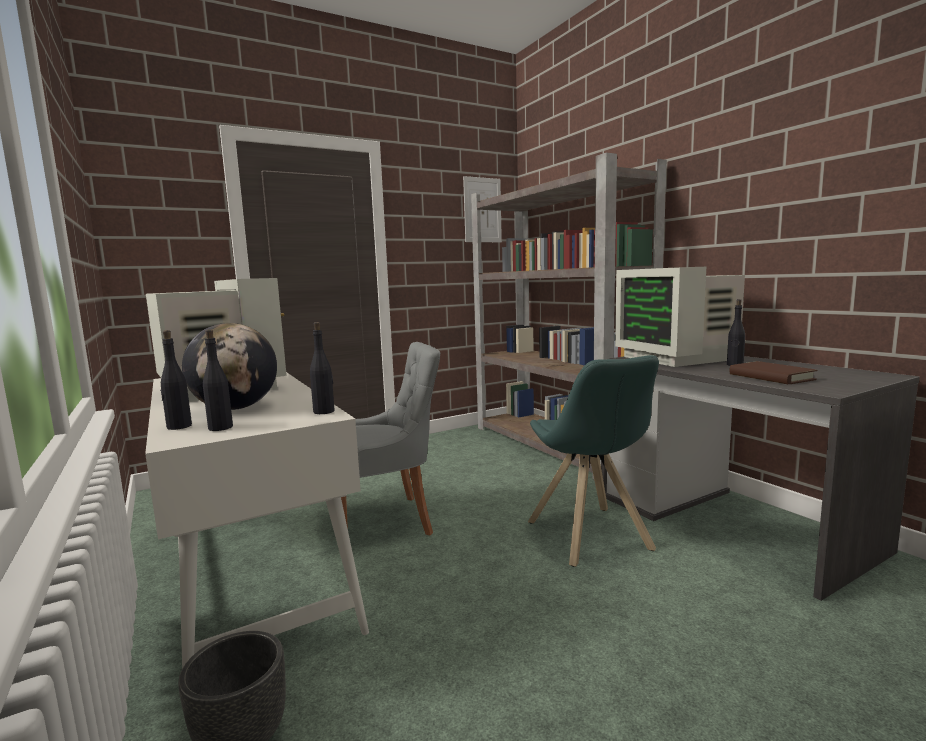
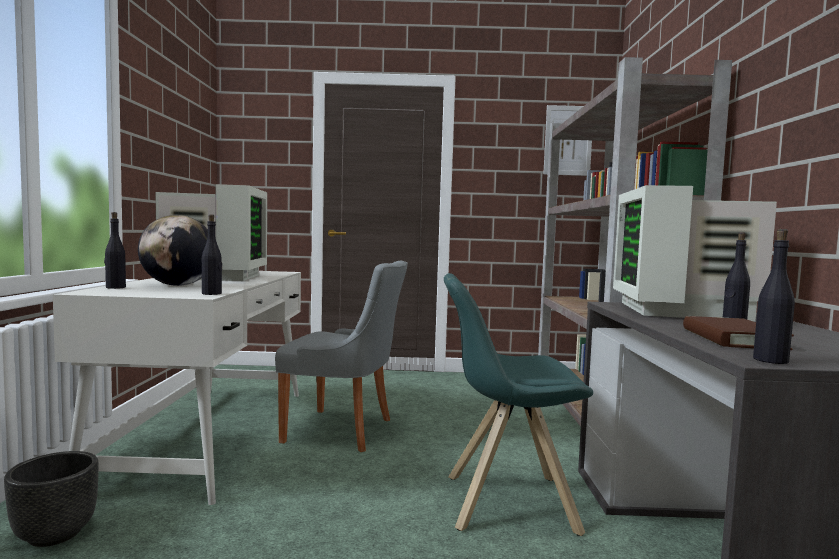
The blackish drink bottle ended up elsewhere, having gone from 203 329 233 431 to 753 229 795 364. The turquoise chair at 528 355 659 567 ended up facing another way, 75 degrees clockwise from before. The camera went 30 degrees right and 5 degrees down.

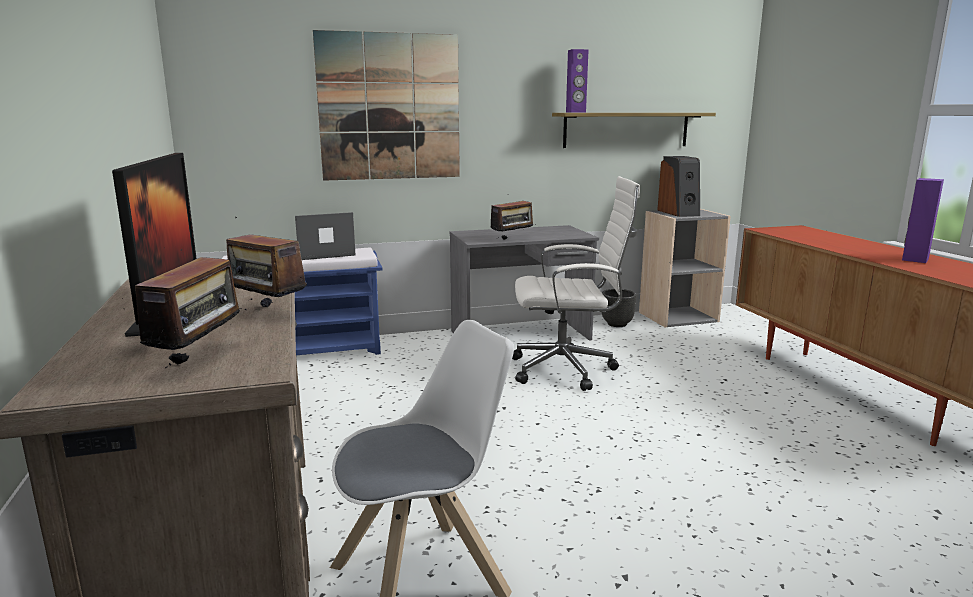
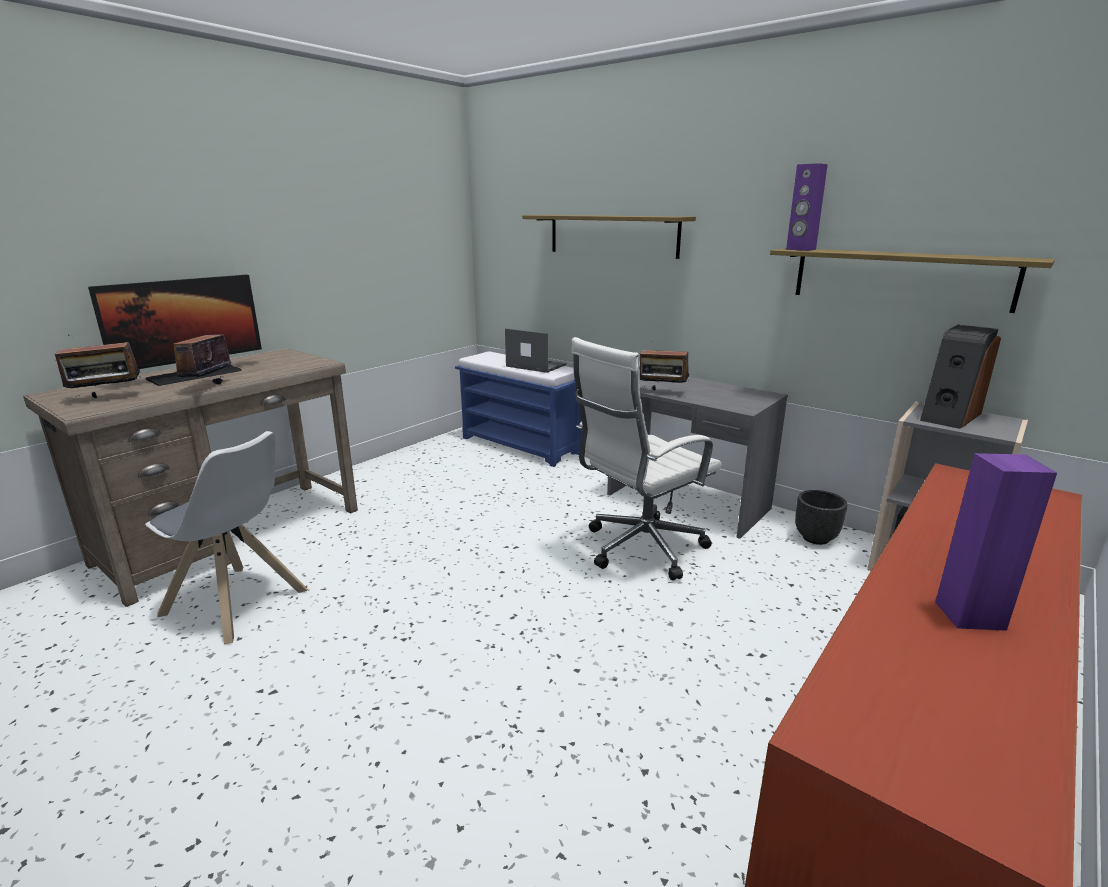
Where the picture hung at 313 30 460 181, the wall shelf came to hang at 522 215 696 259. The white-coloured computer chair at 512 176 640 391 ended up facing another way, 90 degrees clockwise from before. The camera went 55 degrees right and 5 degrees up.

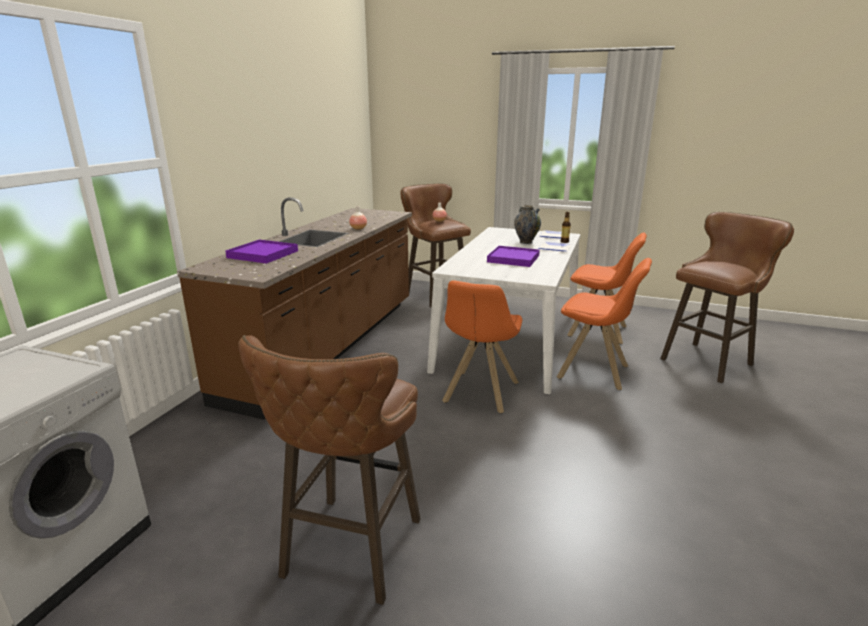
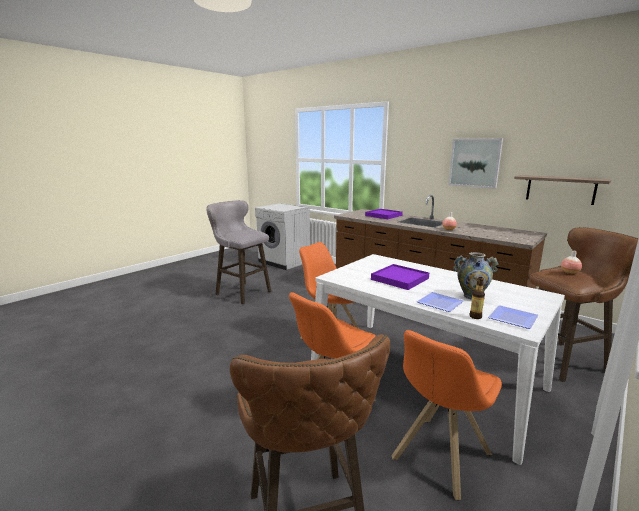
What was the brownish stool at 238 335 421 605 turned into the gray stool at 206 200 271 304. The second view gained the picture at 449 138 503 189. The second view gained the wall shelf at 514 175 611 205. The camera went 110 degrees right and 5 degrees down.

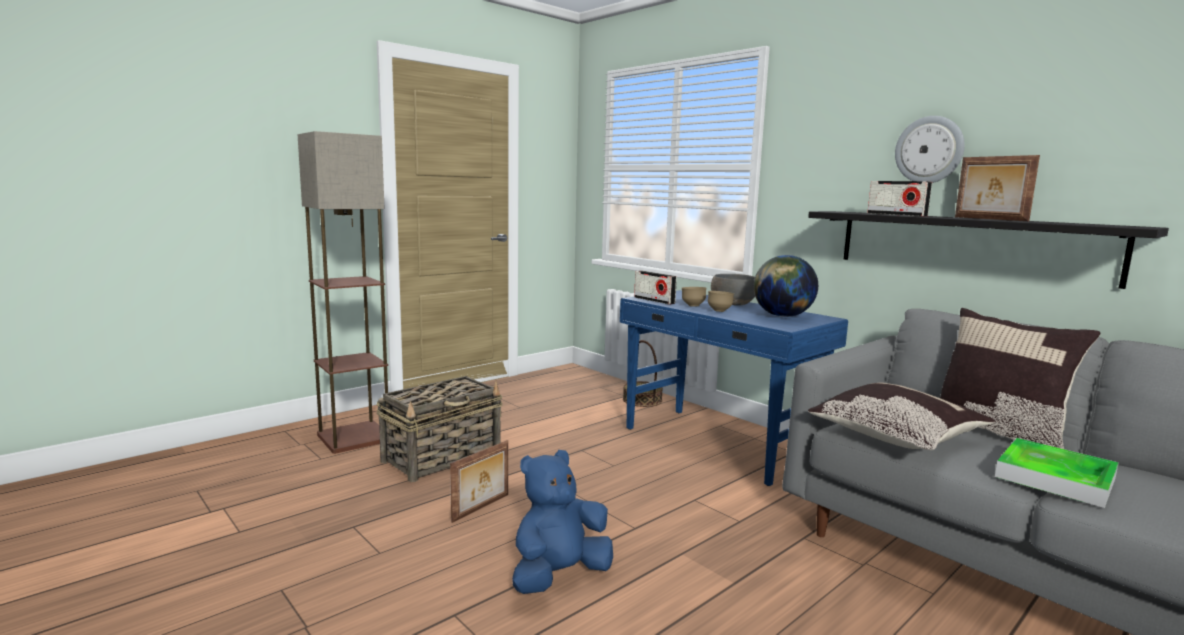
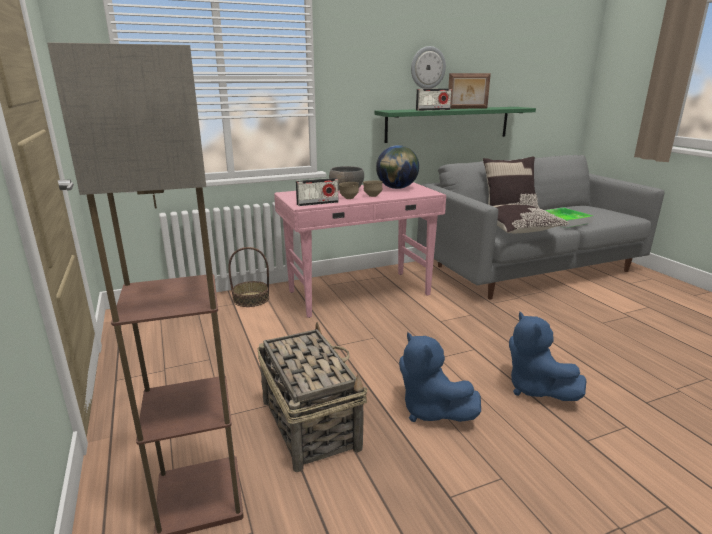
Where the photo frame stood at 450 440 508 523, the blue-coloured cuddly toy came to stand at 399 332 481 422. What was the blue-coloured narrow table at 620 290 848 486 turned into the pink-coloured narrow table at 274 182 446 318. What was the blackish wall shelf at 808 211 1169 289 turned into the green-coloured wall shelf at 374 107 536 143. The camera went 70 degrees left and 10 degrees up.

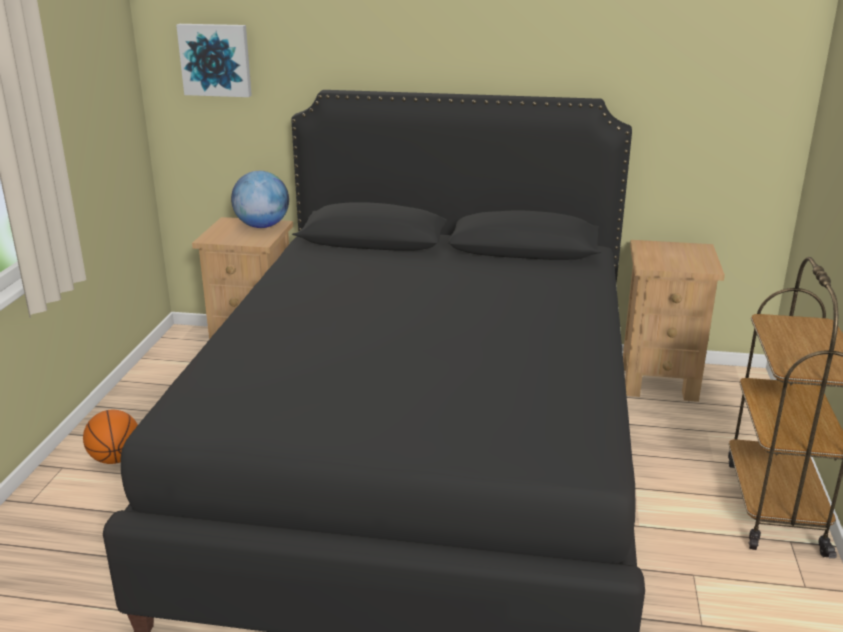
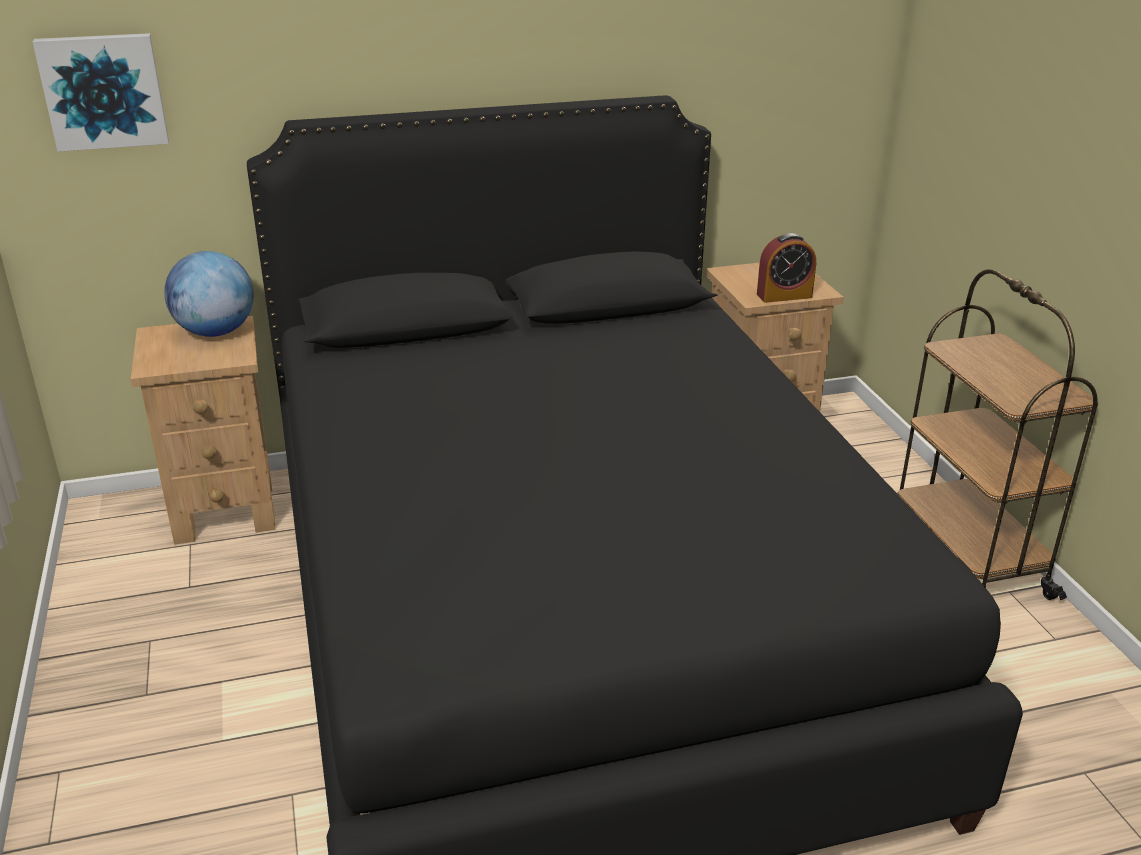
The second view lost the ball for basketball at 83 410 138 464. The second view gained the table clock at 757 233 816 303. The camera went 25 degrees left and 5 degrees up.

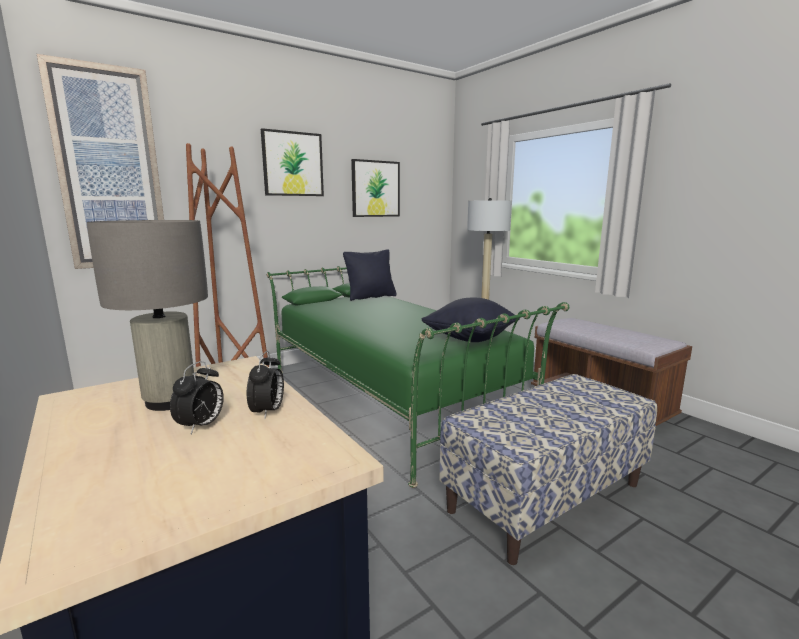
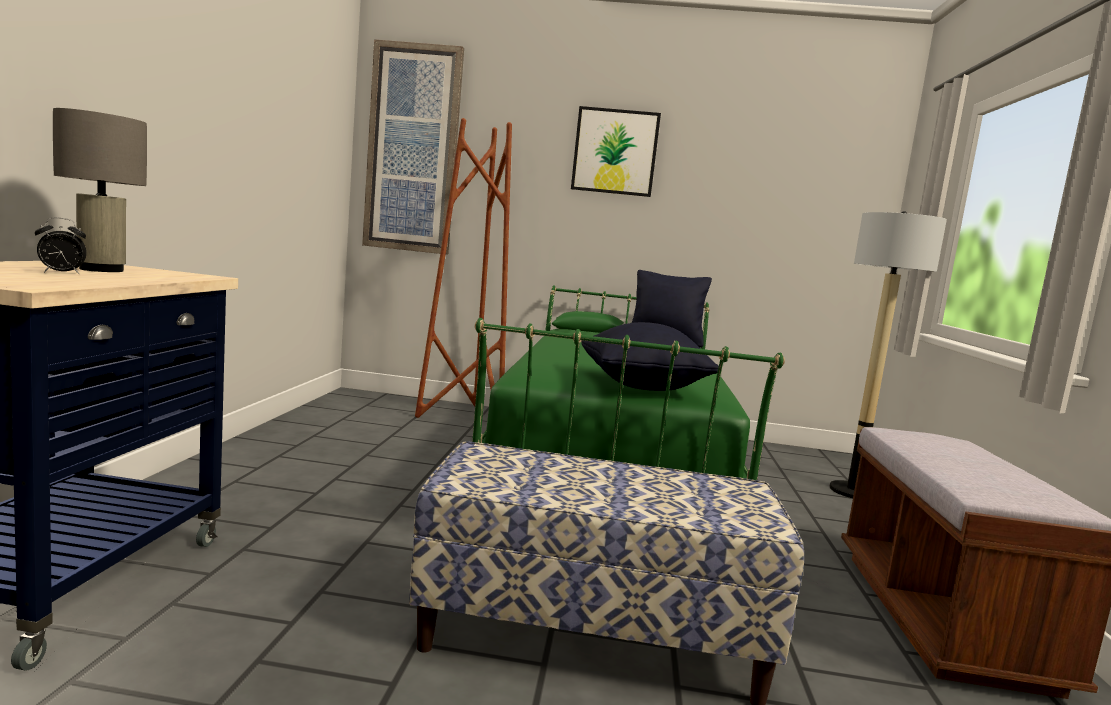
The second view lost the table clock at 247 351 284 418. The second view lost the picture at 351 159 400 217. The camera went 40 degrees right and 5 degrees down.

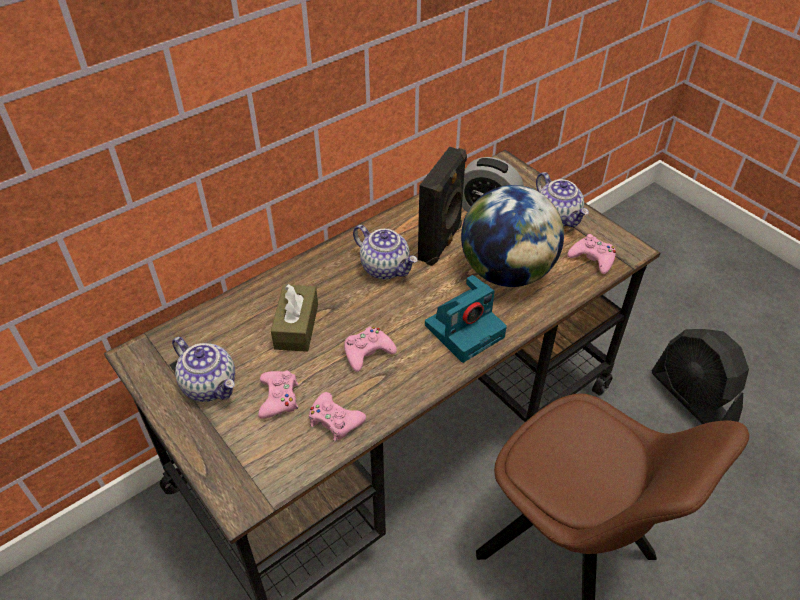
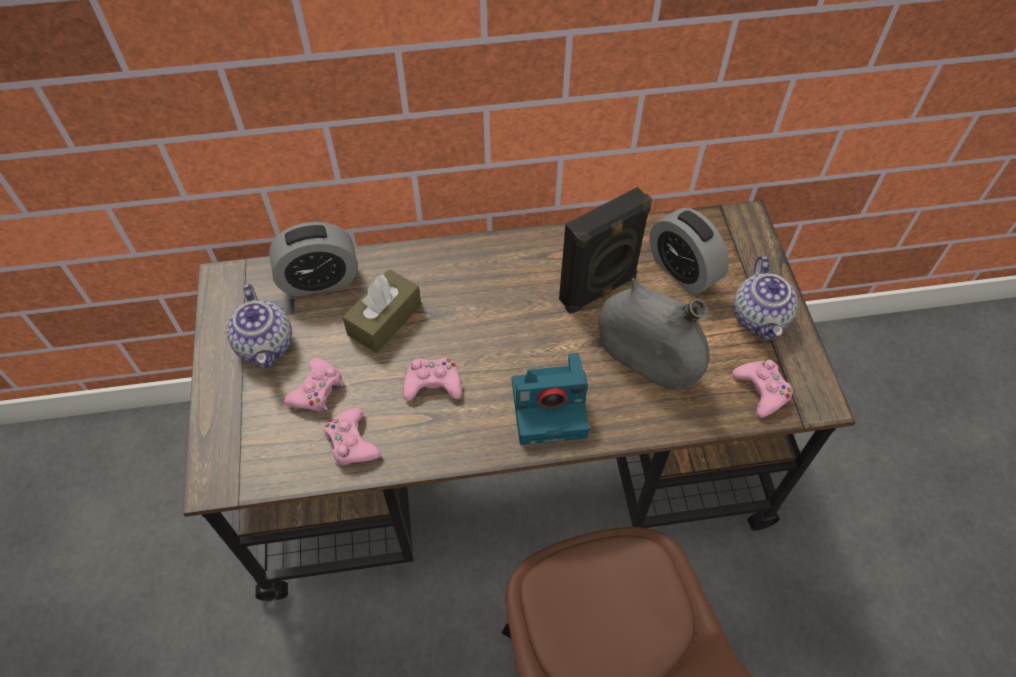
The second view lost the pot for tea at 353 225 418 279. Where the world globe stood at 461 185 564 287, the gray decorative vase came to stand at 598 278 709 390. The second view lost the blackish electric fan at 652 329 749 424. The second view gained the table clock at 269 222 358 297. The camera went 30 degrees right and 10 degrees up.

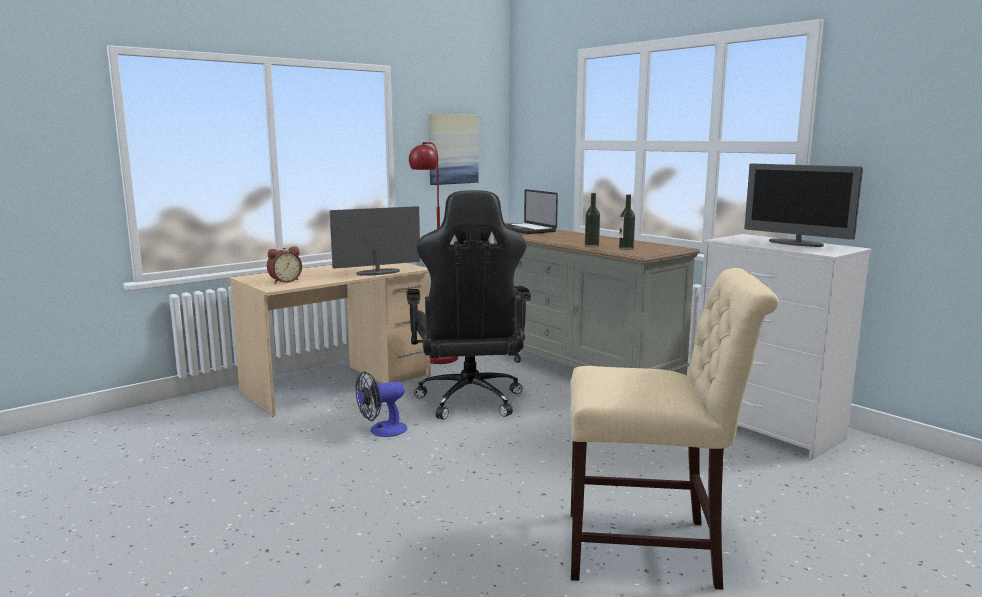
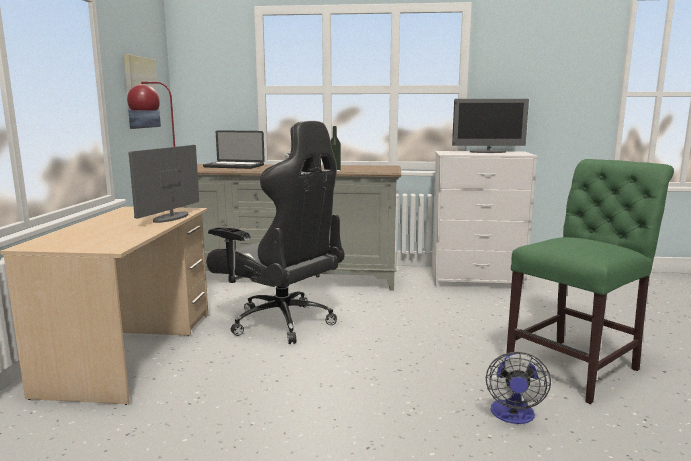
The second view lost the table clock at 267 246 302 283. The electric fan ended up elsewhere, having gone from 356 371 407 437 to 486 352 551 424. What was the sand-coloured chair at 570 268 779 590 turned into the green-coloured chair at 507 159 674 404. The second view lost the drink bottle at 619 194 635 250. The camera went 45 degrees left and 0 degrees up.

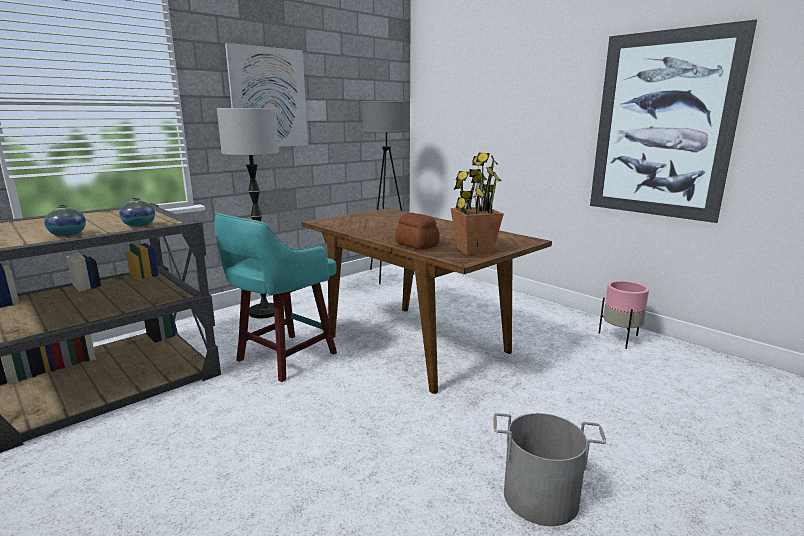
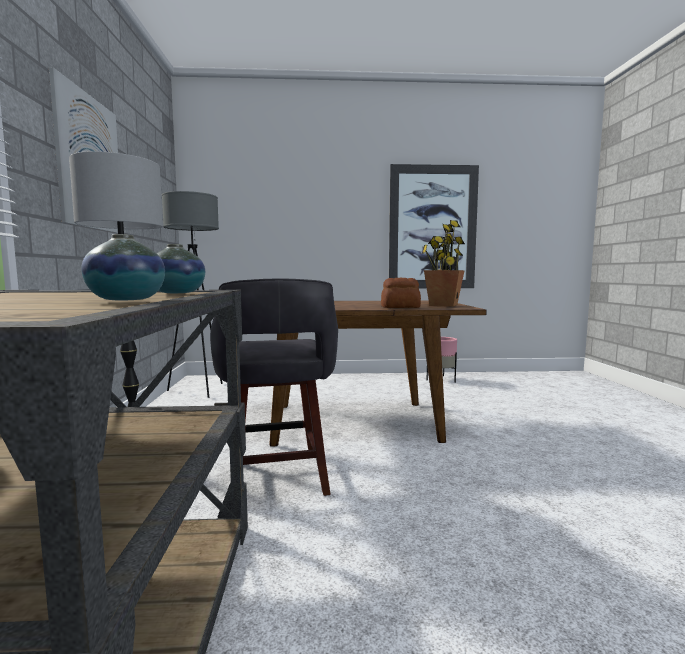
What was the turquoise stool at 214 213 337 382 turned into the gray stool at 210 279 338 496. The second view lost the gray bucket at 493 413 606 526. The camera went 50 degrees left and 10 degrees down.

